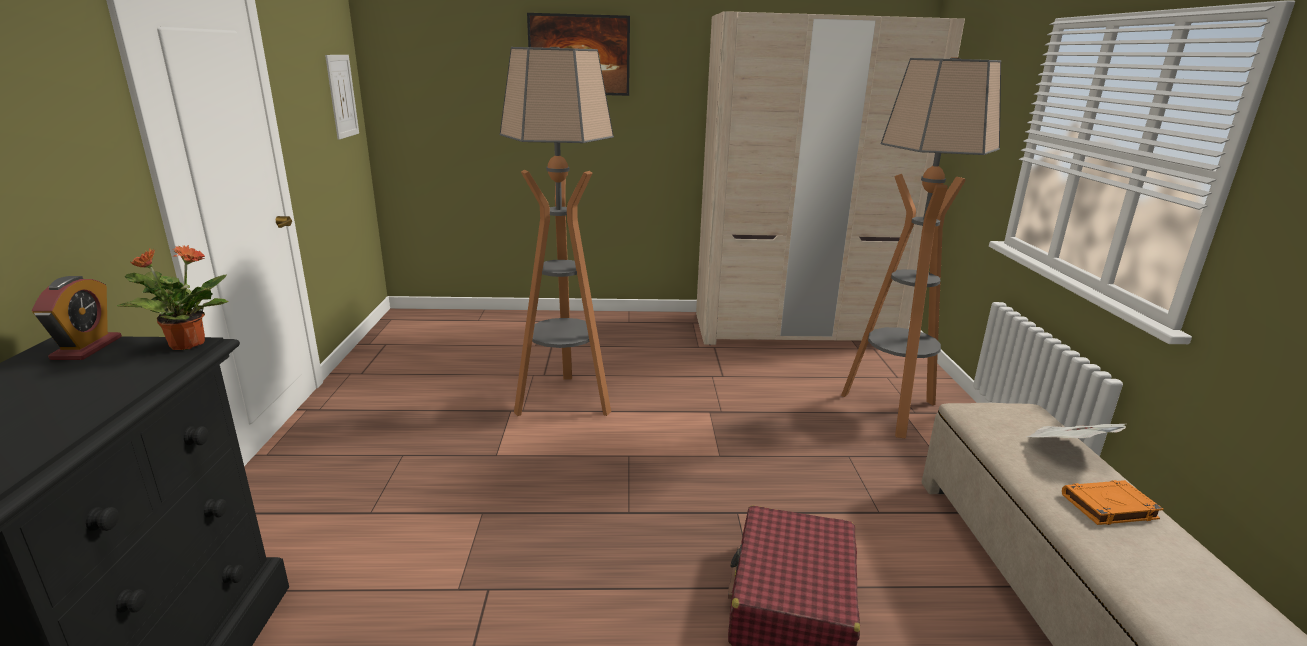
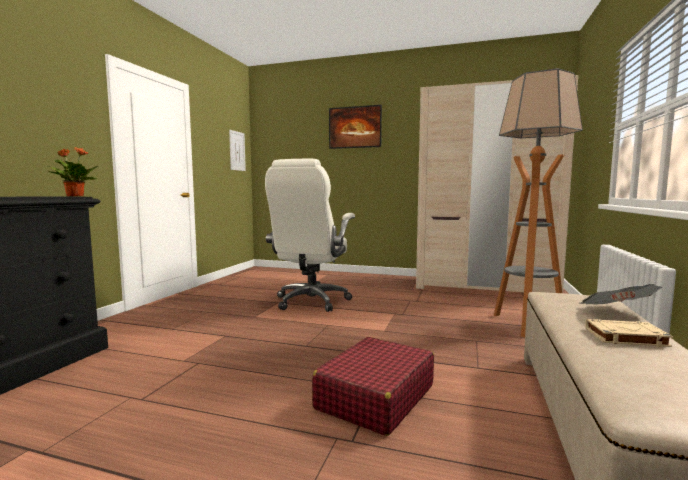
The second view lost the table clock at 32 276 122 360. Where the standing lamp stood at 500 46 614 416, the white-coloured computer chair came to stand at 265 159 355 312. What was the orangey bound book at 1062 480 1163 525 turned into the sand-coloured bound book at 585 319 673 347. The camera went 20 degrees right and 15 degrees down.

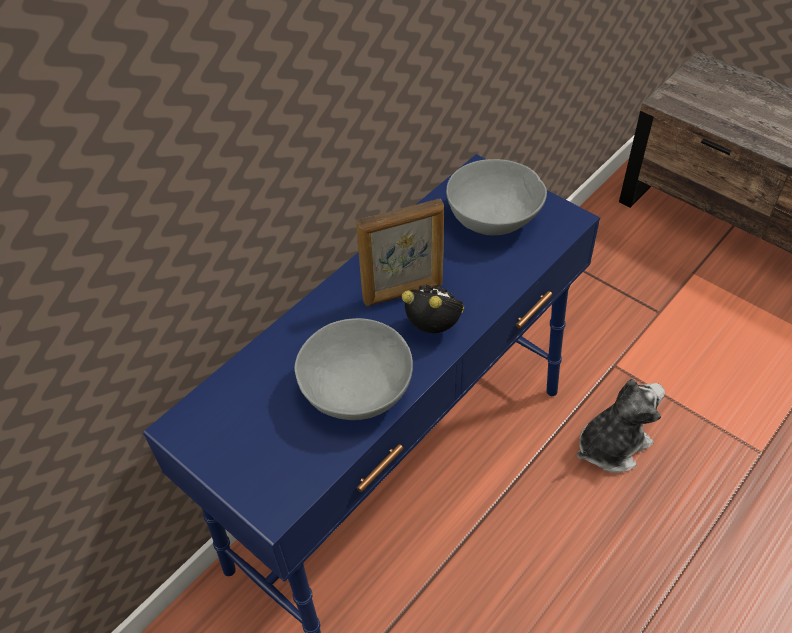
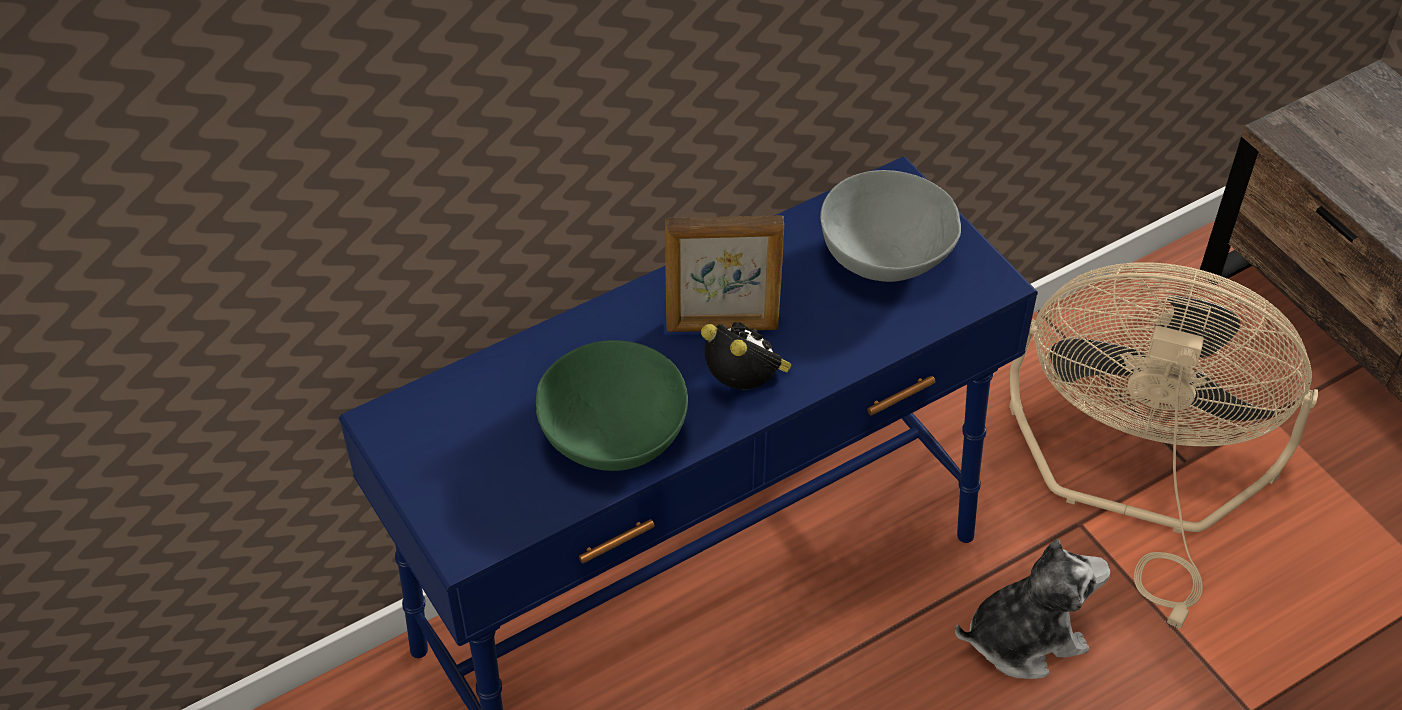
What was the gray serving bowl at 294 318 413 420 turned into the green-coloured serving bowl at 536 340 688 471. The second view gained the sand-coloured electric fan at 1009 262 1318 629. The camera went 15 degrees right and 0 degrees up.

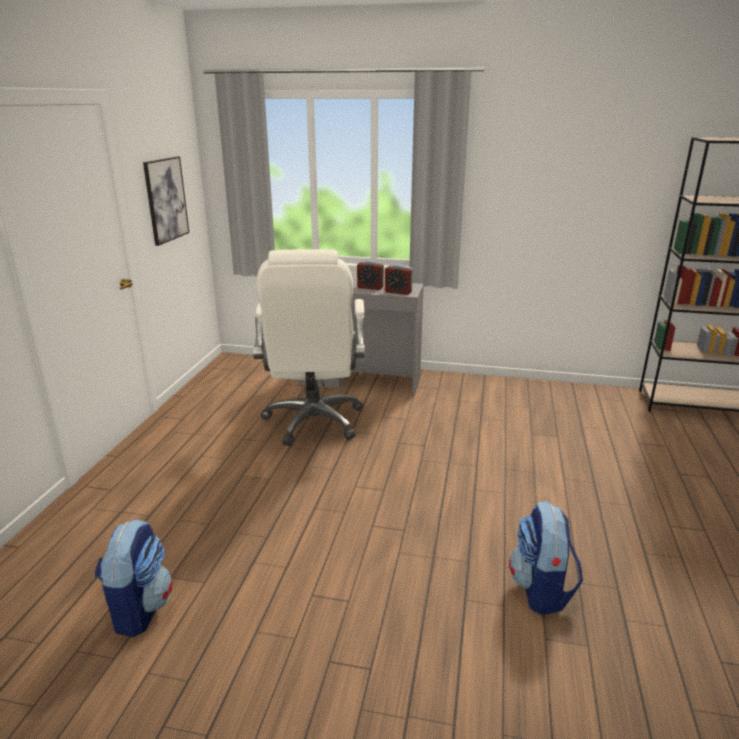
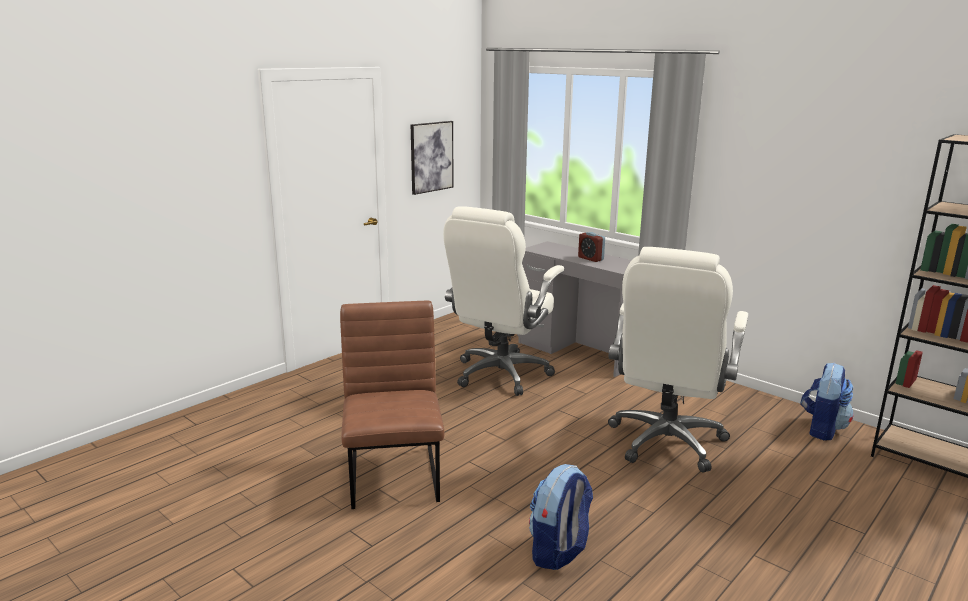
The knapsack ended up elsewhere, having gone from 95 519 173 637 to 800 363 854 441. The second view lost the table clock at 385 265 413 295. The second view gained the brownish chair at 340 300 444 509. The second view gained the white-coloured computer chair at 608 247 748 473. The camera went 30 degrees right and 5 degrees down.

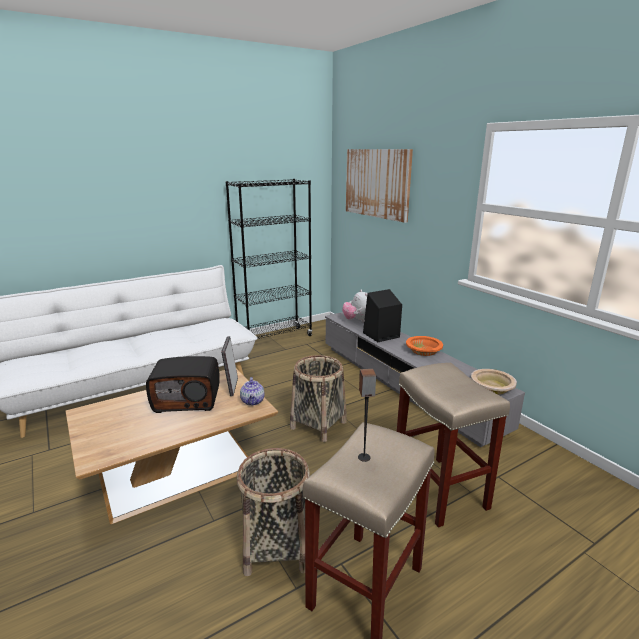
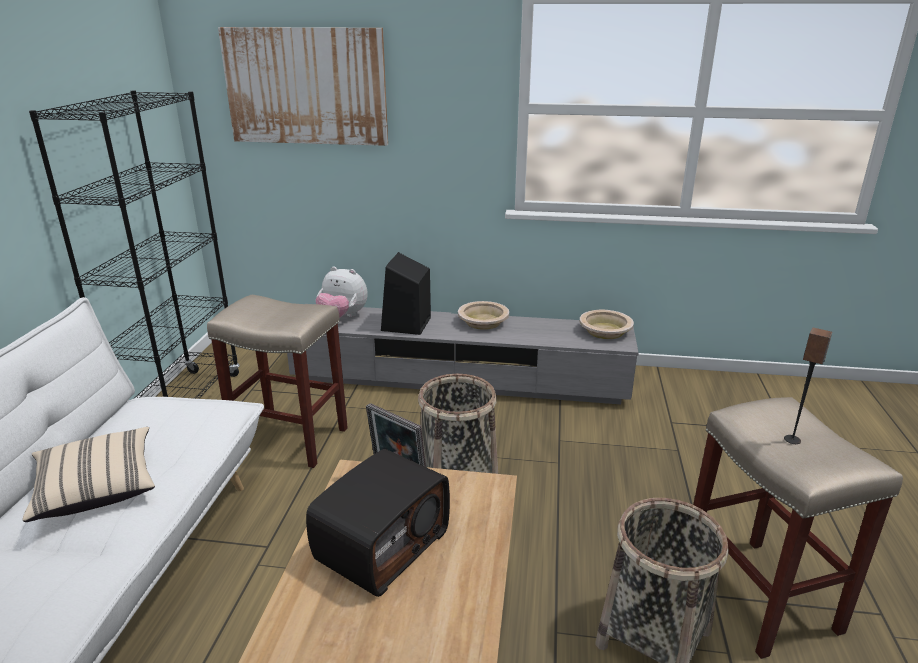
The second view lost the pot for tea at 240 377 265 406. The sand-coloured stool ended up elsewhere, having gone from 397 363 510 528 to 207 295 348 468. What was the orangey serving bowl at 406 336 443 356 turned into the sand-coloured serving bowl at 458 301 509 330. The second view gained the sand-coloured throw pillow at 23 427 155 522. The camera went 50 degrees left and 5 degrees up.

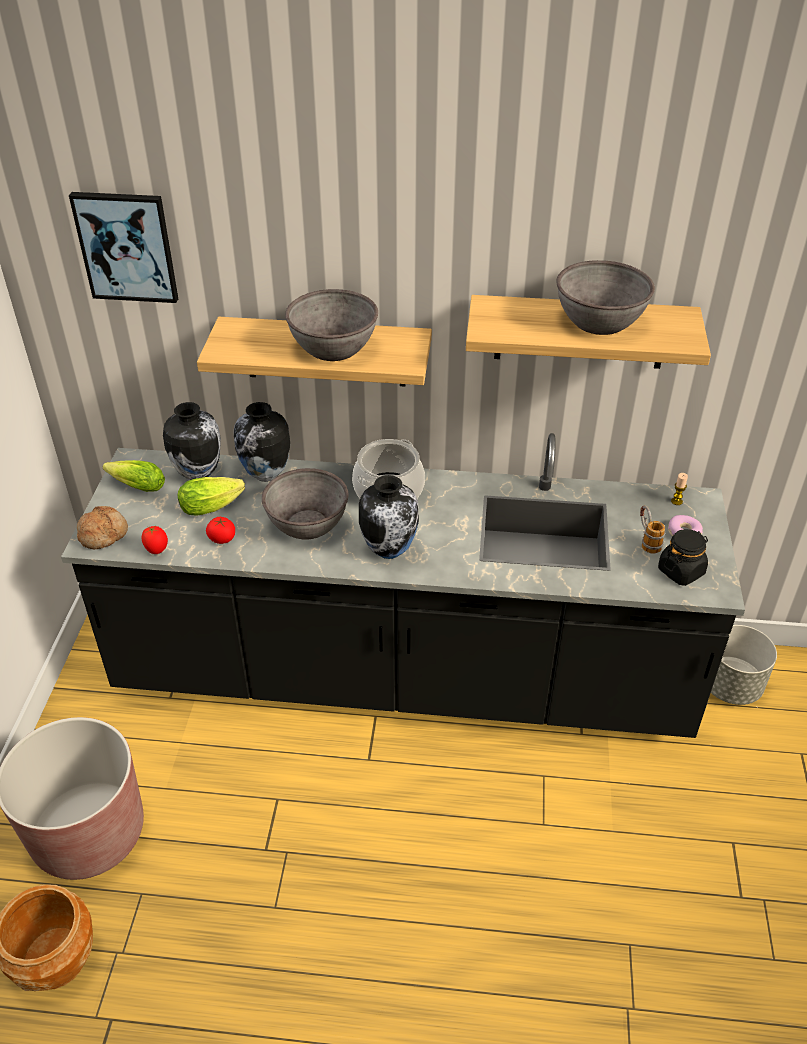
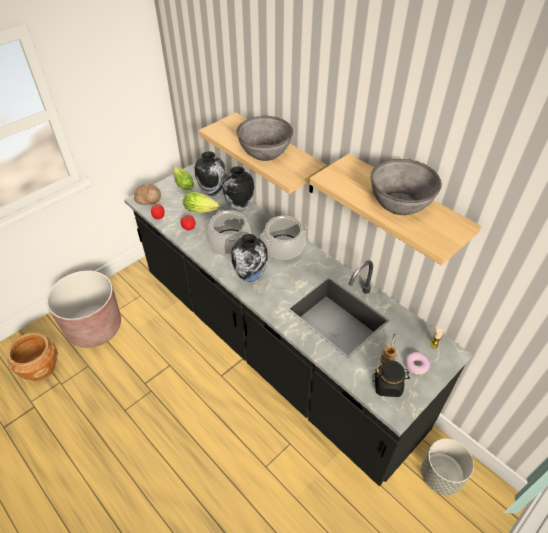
The second view lost the picture at 69 192 178 303. Where the gray serving bowl stood at 262 468 349 540, the saucepot came to stand at 208 210 251 254. The camera went 40 degrees right and 5 degrees up.

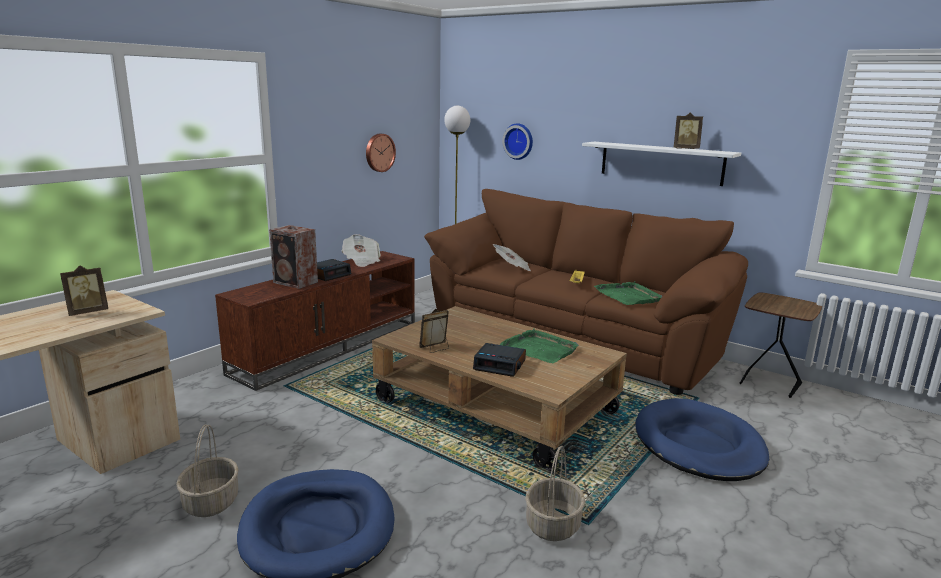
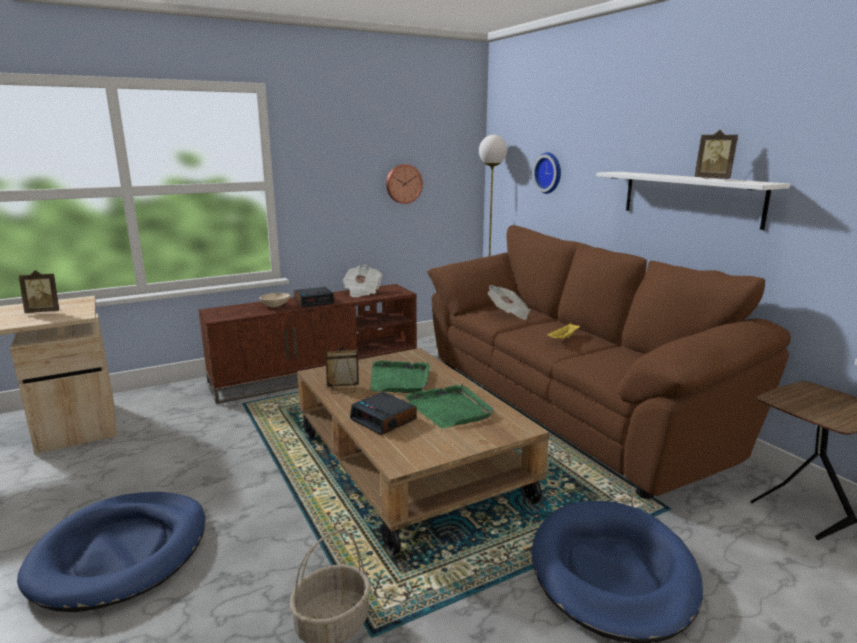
The second view lost the household basket at 176 425 239 517. Where the speaker stood at 269 225 318 289, the sand-coloured serving bowl came to stand at 259 293 290 308. The green-coloured tray ended up elsewhere, having gone from 594 282 662 305 to 371 360 430 393. The camera went 25 degrees right and 0 degrees up.

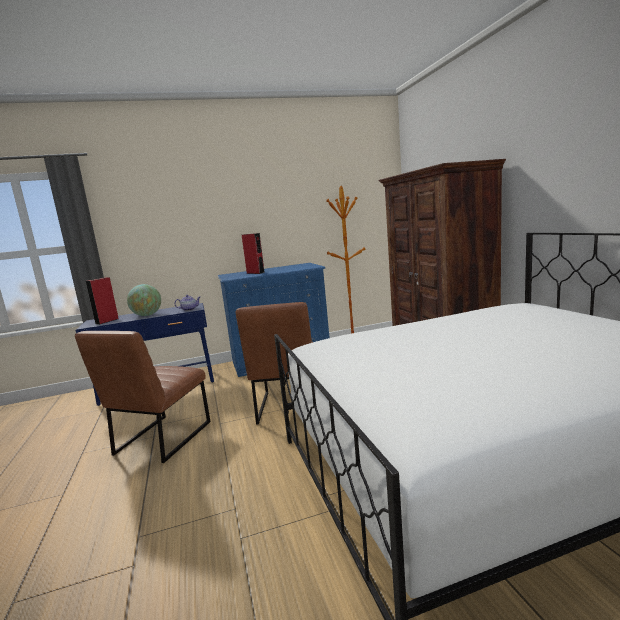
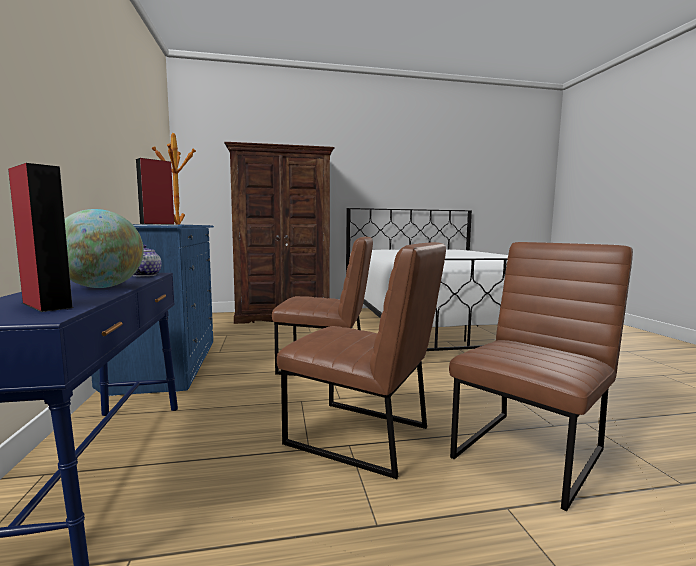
The second view gained the brownish chair at 449 242 633 511. The camera went 85 degrees left and 5 degrees down.

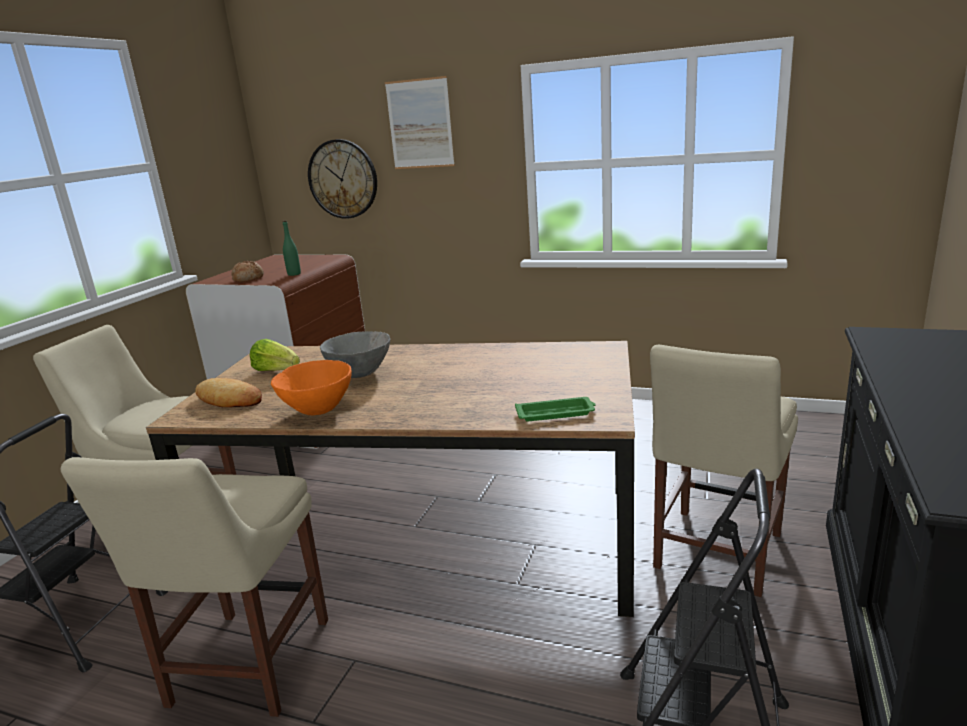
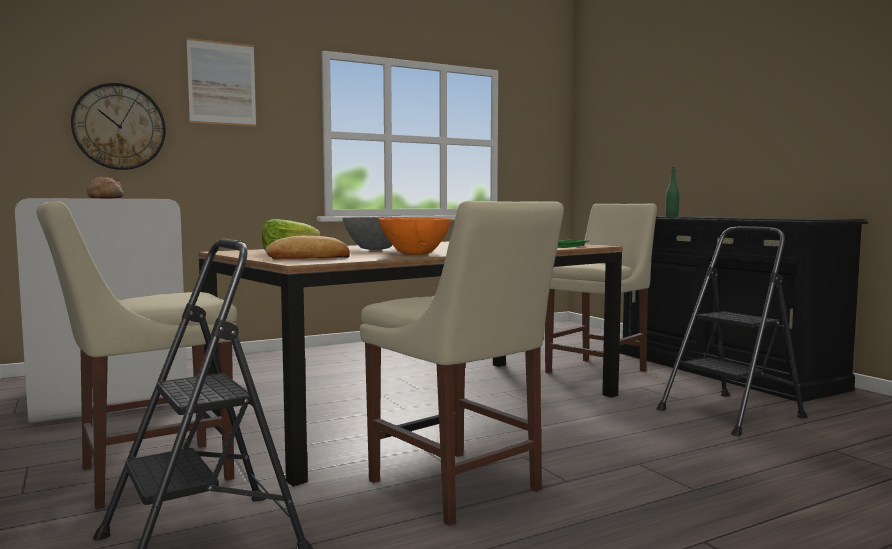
The green-coloured drink bottle ended up elsewhere, having gone from 283 221 301 276 to 665 167 679 217. The sand-coloured chair at 650 345 798 597 ended up facing another way, 120 degrees counterclockwise from before. The camera went 50 degrees left and 15 degrees down.

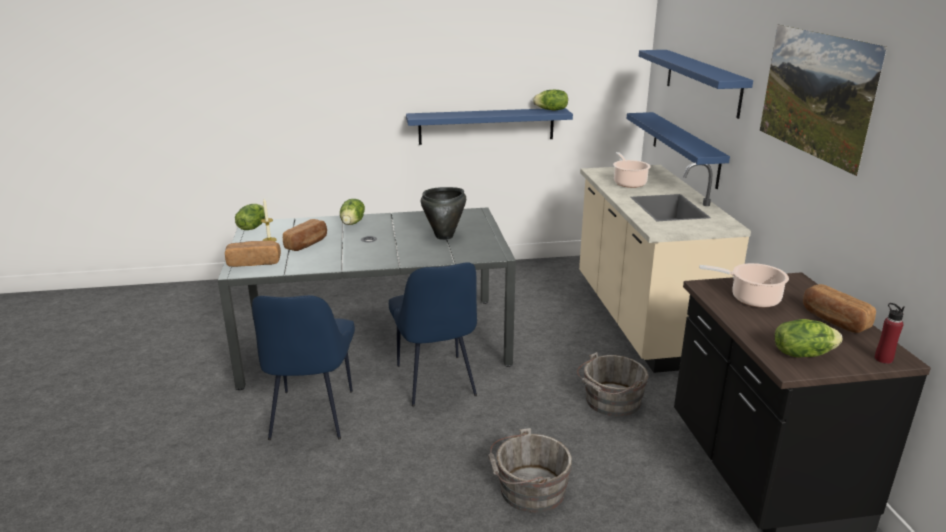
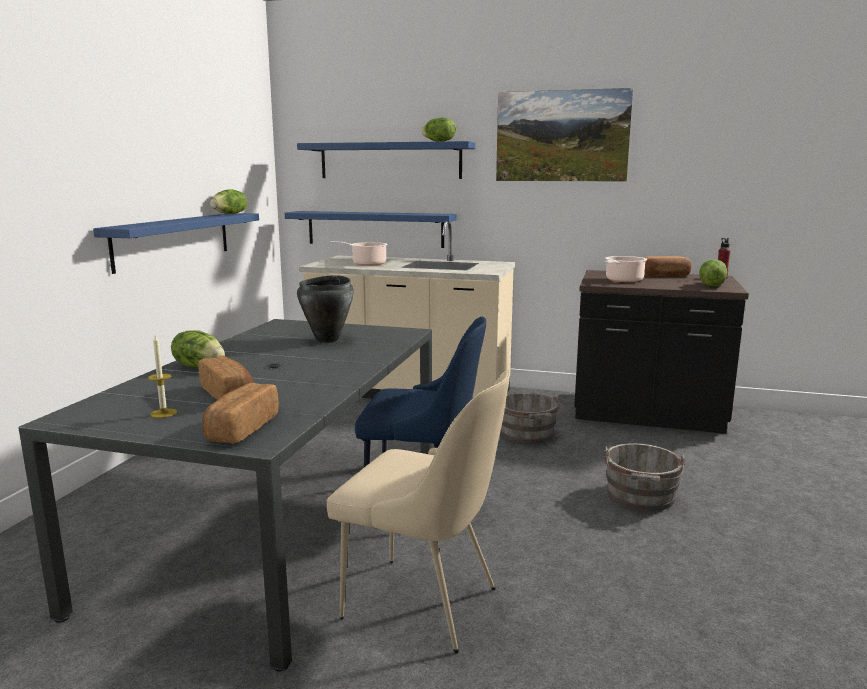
The lettuce ended up elsewhere, having gone from 235 204 265 230 to 422 117 456 142. What was the blue-coloured chair at 252 295 355 440 turned into the sand-coloured chair at 327 370 510 654. The camera went 65 degrees left and 10 degrees down.

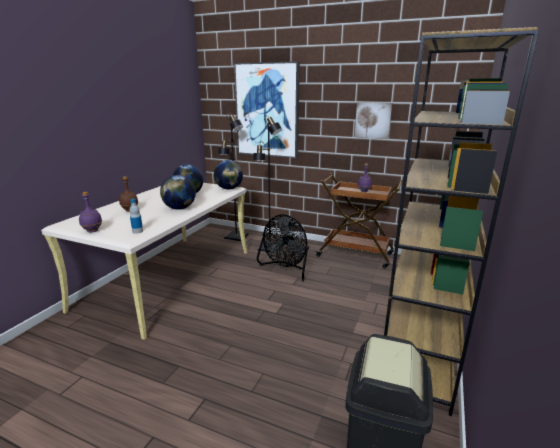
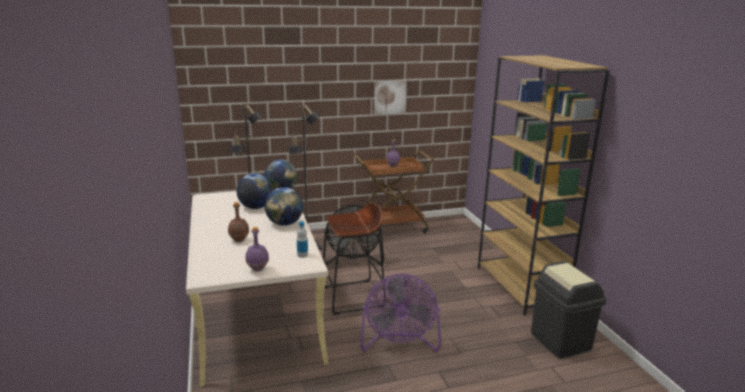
The second view lost the picture at 234 61 300 158. The second view gained the brownish stool at 323 203 386 315. The second view gained the purple-coloured electric fan at 360 274 441 353. The camera went 40 degrees left and 0 degrees up.

